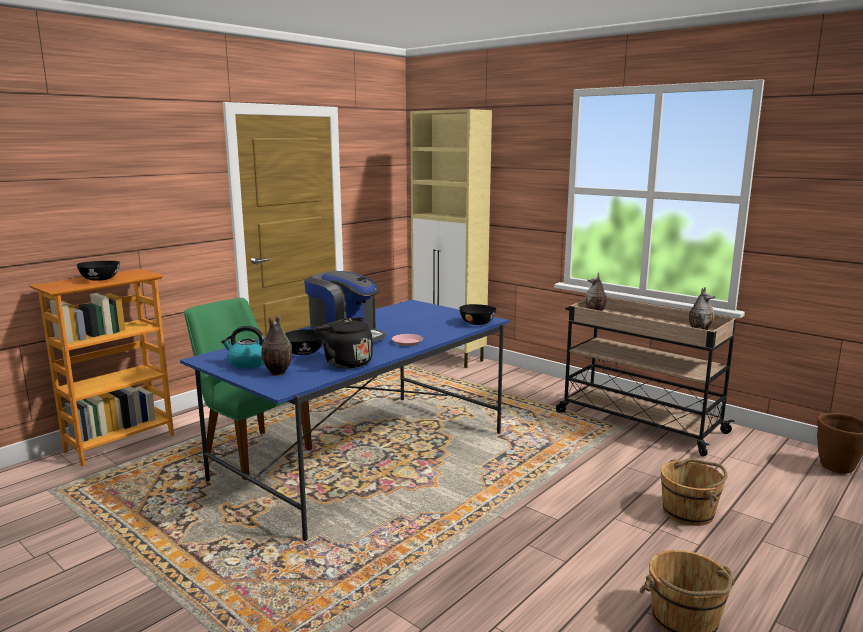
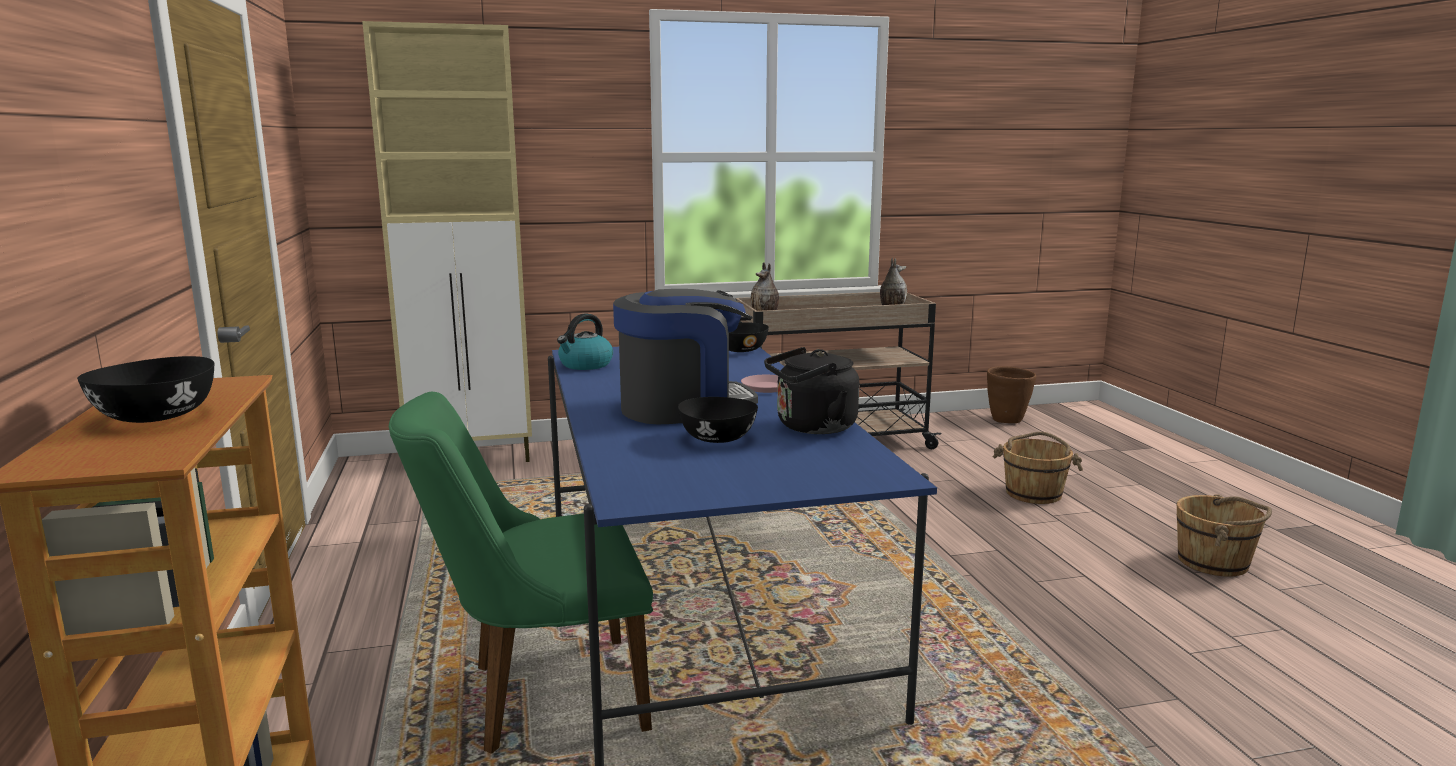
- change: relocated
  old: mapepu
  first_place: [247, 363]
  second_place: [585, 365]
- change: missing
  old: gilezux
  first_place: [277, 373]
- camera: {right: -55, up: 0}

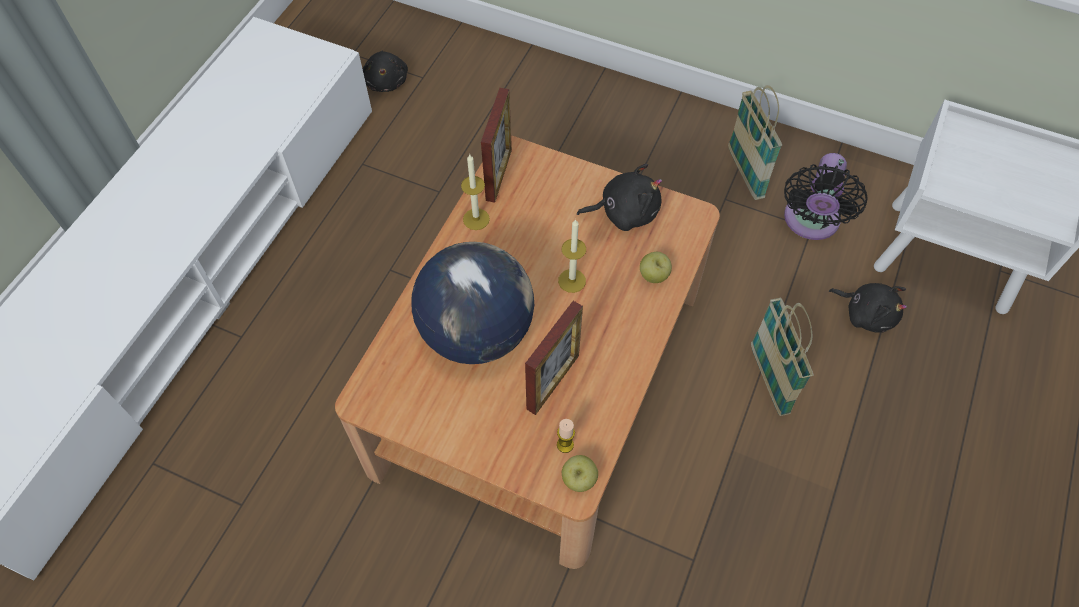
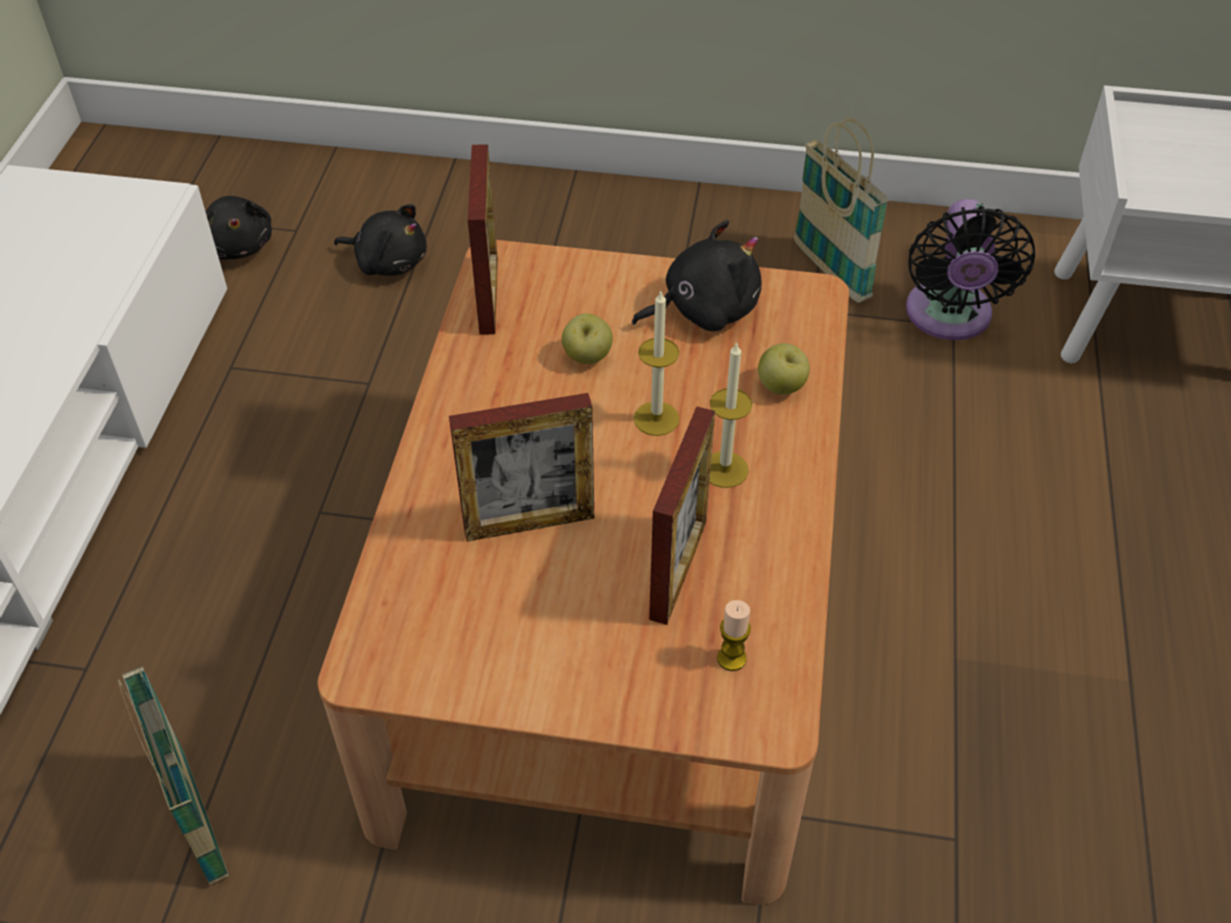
- change: exchanged
  old: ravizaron
  new: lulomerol
  first_place: [477, 332]
  second_place: [529, 523]
- change: relocated
  old: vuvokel
  first_place: [476, 219]
  second_place: [724, 469]
- change: relocated
  old: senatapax
  first_place: [579, 480]
  second_place: [587, 357]
- change: relocated
  old: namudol
  first_place: [769, 380]
  second_place: [198, 819]
- change: relocated
  old: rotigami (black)
  first_place: [866, 314]
  second_place: [388, 262]
- camera: {right: -15, up: -10}

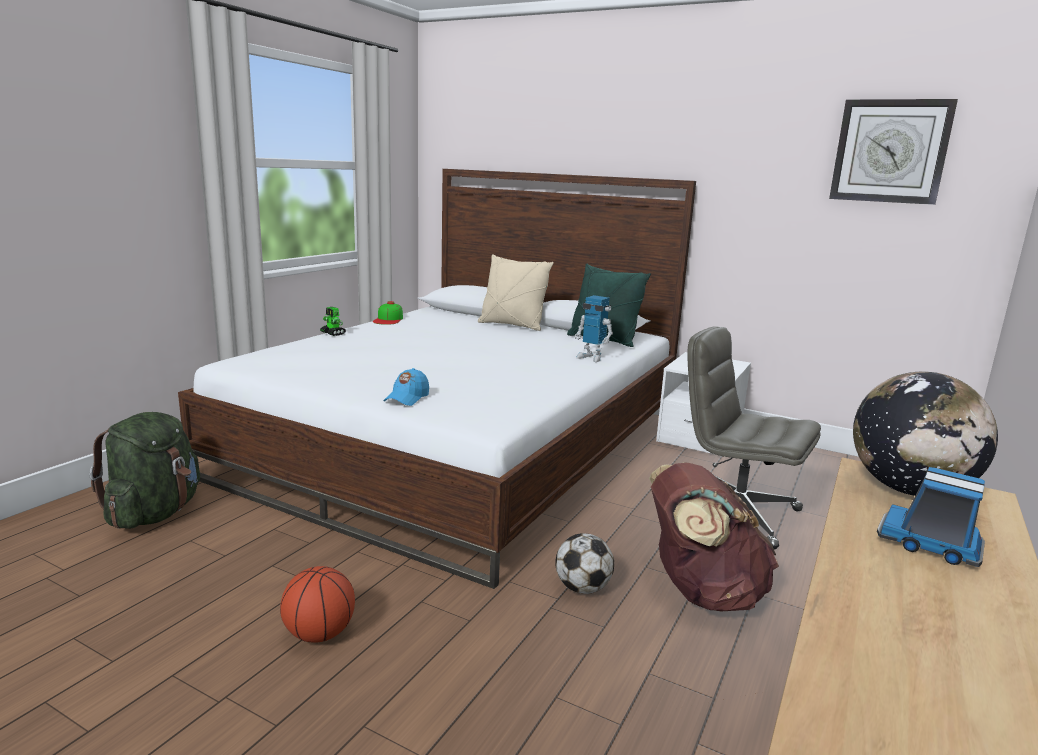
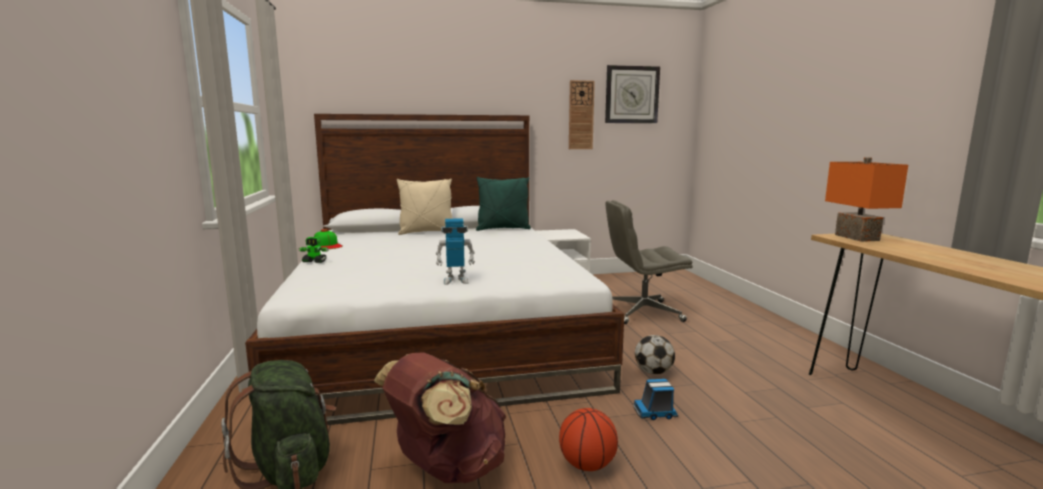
- change: missing
  old: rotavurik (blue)
  first_place: [407, 398]
- change: relocated
  old: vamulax
  first_place: [591, 357]
  second_place: [456, 280]
- change: relocated
  old: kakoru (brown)
  first_place: [701, 592]
  second_place: [447, 468]
- change: exchanged
  old: ravizaron
  new: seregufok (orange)
  first_place: [909, 490]
  second_place: [858, 237]
- change: relocated
  old: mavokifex
  first_place: [931, 544]
  second_place: [655, 412]
- change: appeared
  new: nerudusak
  second_place: [581, 115]
- camera: {right: -40, up: -5}

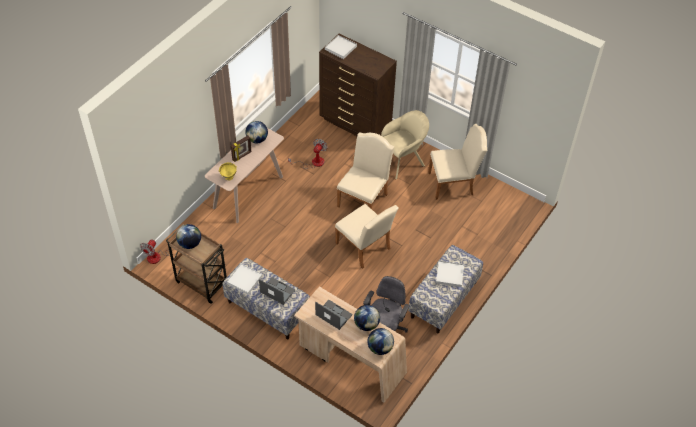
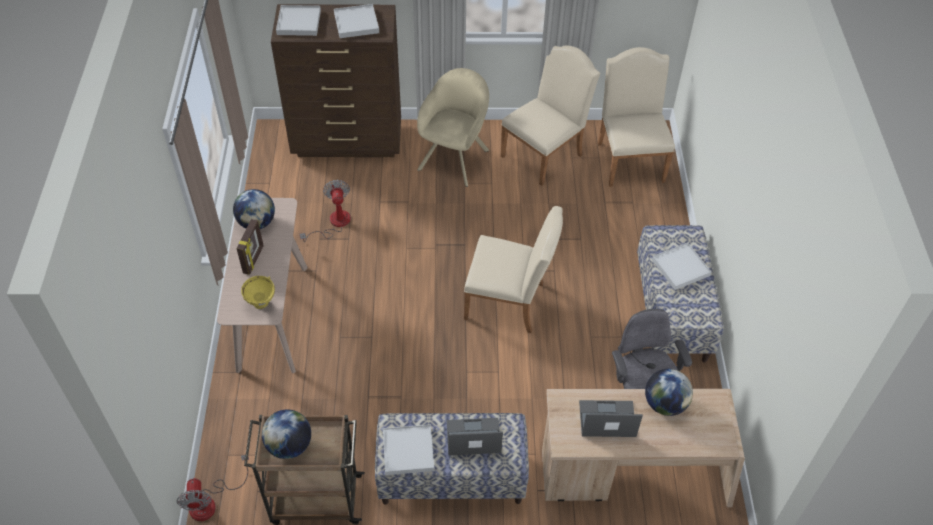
- change: relocated
  old: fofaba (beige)
  first_place: [364, 198]
  second_place: [629, 158]
- change: missing
  old: ravizaron
  first_place: [380, 348]
- change: appeared
  new: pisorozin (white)
  second_place: [356, 23]
- camera: {right: -35, up: 0}

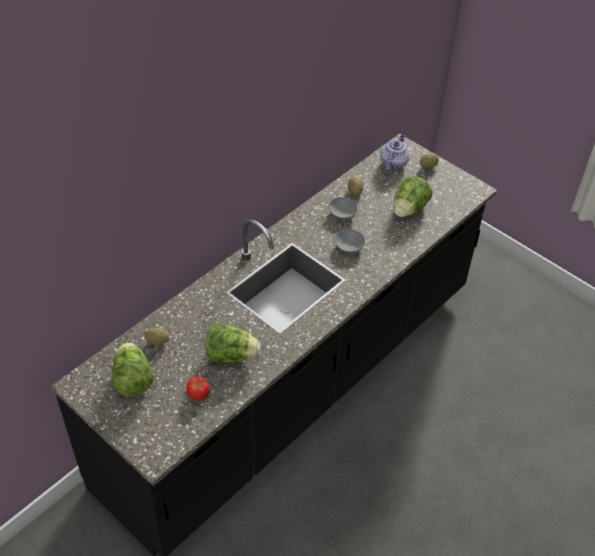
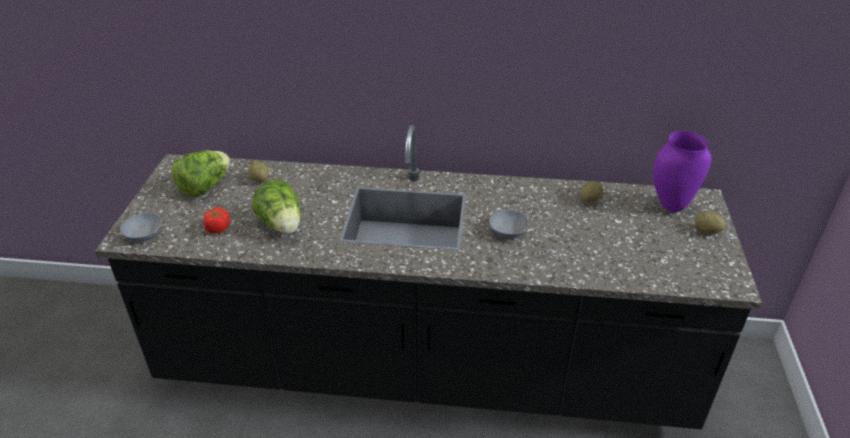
- change: relocated
  old: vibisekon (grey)
  first_place: [341, 214]
  second_place: [144, 234]
- change: exchanged
  old: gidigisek
  new: gilezux (purple)
  first_place: [393, 163]
  second_place: [670, 205]
- change: missing
  old: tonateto
  first_place: [409, 209]
- camera: {right: 55, up: -10}

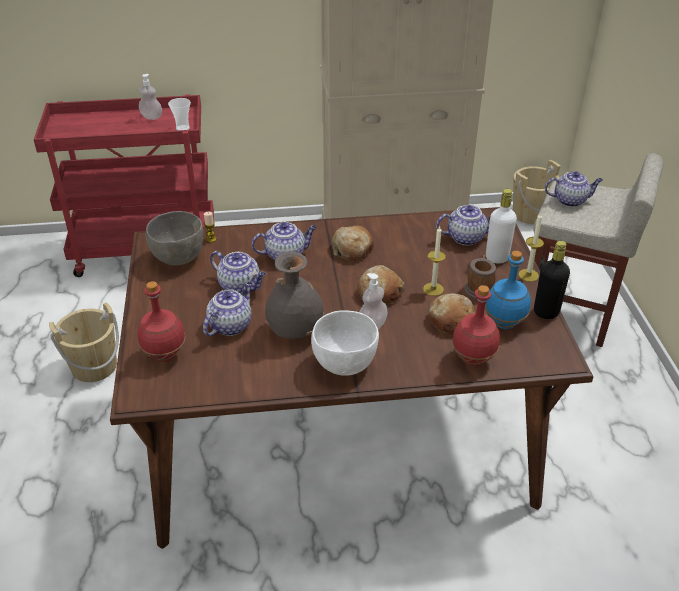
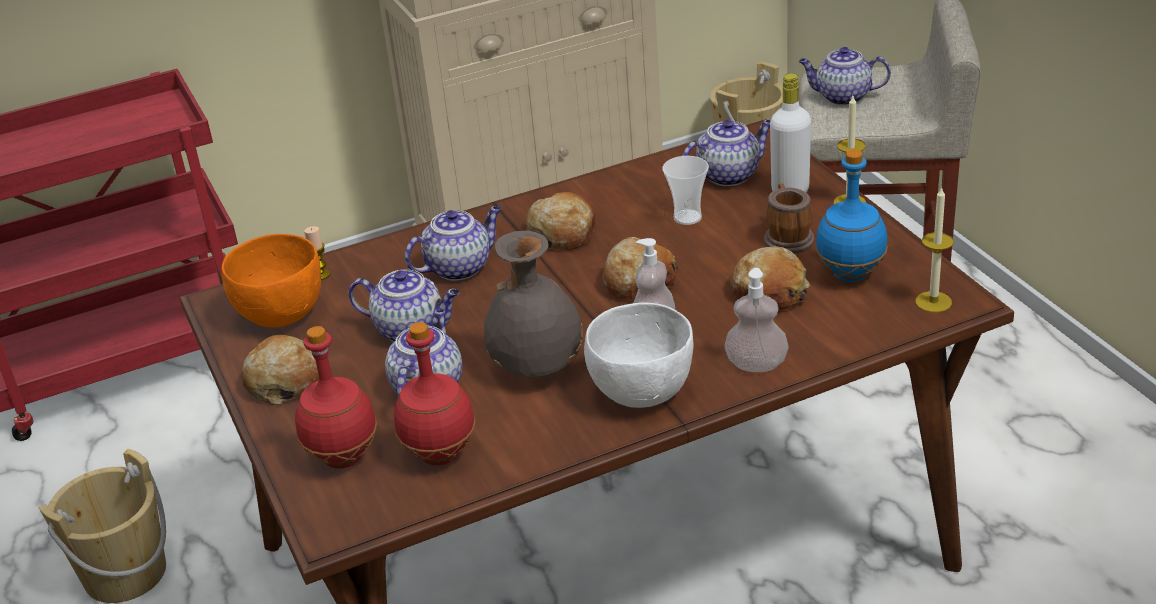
- change: relocated
  old: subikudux
  first_place: [151, 117]
  second_place: [756, 364]
- change: colour
  old: vibisekon (grey)
  new: vibisekon (orange)
  first_place: [178, 258]
  second_place: [281, 315]
- change: relocated
  old: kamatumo
  first_place: [182, 128]
  second_place: [687, 217]
- change: relocated
  old: vuvokel
  first_place: [433, 289]
  second_place: [933, 302]
- change: relocated
  old: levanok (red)
  first_place: [473, 358]
  second_place: [439, 454]
- change: missing
  old: levanok (black)
  first_place: [546, 312]
- change: spun
  old: gidigisek
  first_place: [570, 200]
  second_place: [842, 97]
  degrees: -150
- change: appeared
  new: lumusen
  second_place: [284, 381]
- camera: {right: -15, up: -5}

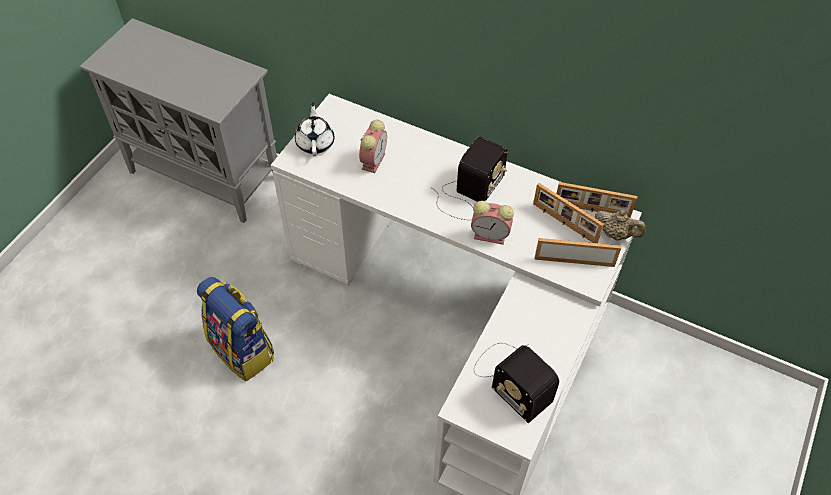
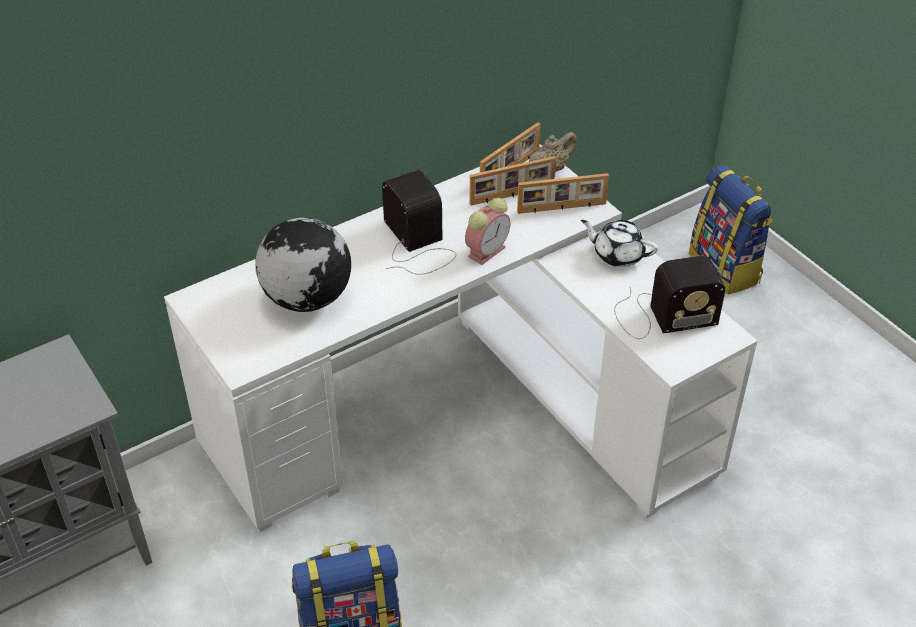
- change: relocated
  old: gidigisek (white)
  first_place: [315, 142]
  second_place: [617, 254]
- change: exchanged
  old: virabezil
  new: ravizaron
  first_place: [373, 160]
  second_place: [306, 298]
- change: spun
  old: lulomerol
  first_place: [574, 260]
  second_place: [562, 208]
  degrees: -135
- change: appeared
  new: kakoru
  second_place: [725, 268]
- camera: {right: -60, up: -10}

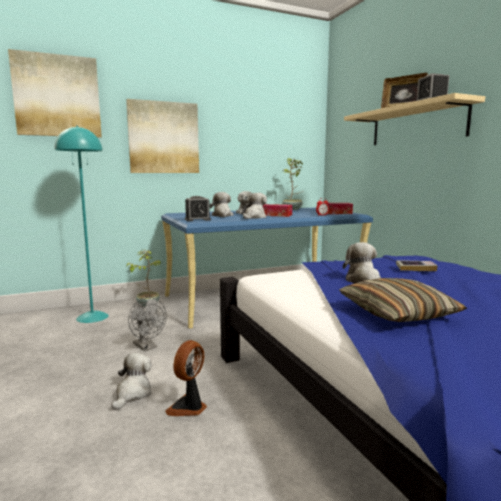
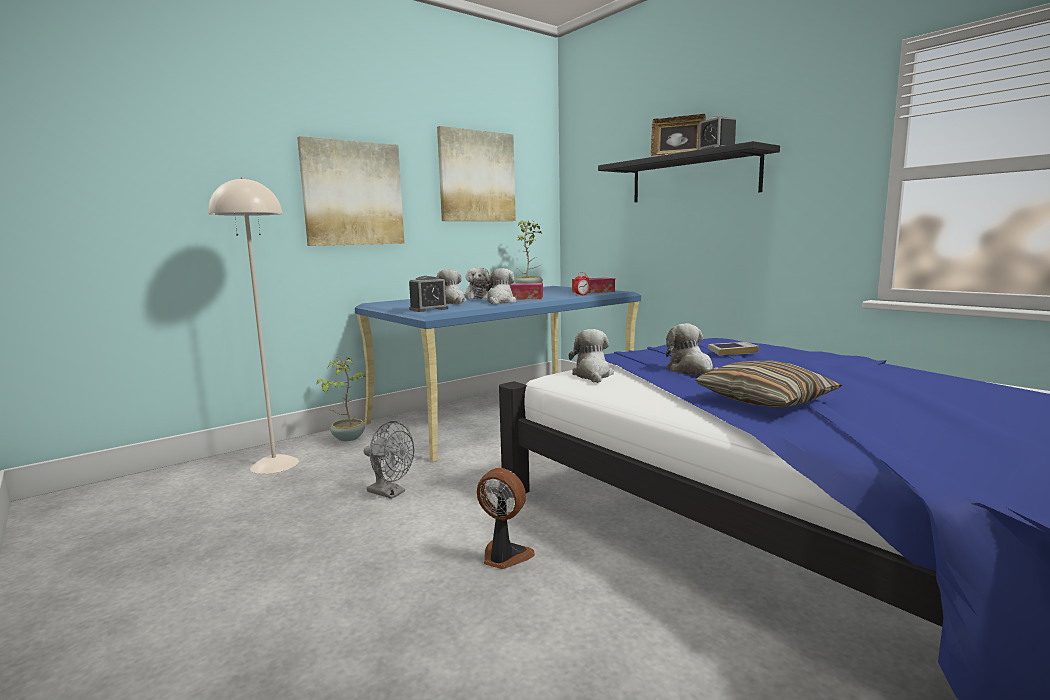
- change: relocated
  old: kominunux
  first_place: [57, 96]
  second_place: [477, 176]
- change: colour
  old: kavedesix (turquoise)
  new: kavedesix (beige)
  first_place: [92, 317]
  second_place: [275, 464]
- change: relocated
  old: rotigami
  first_place: [132, 394]
  second_place: [592, 375]
- change: spun
  old: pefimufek
  first_place: [188, 407]
  second_place: [504, 557]
  degrees: 105
- change: colour
  old: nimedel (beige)
  new: nimedel (black)
  first_place: [416, 125]
  second_place: [693, 178]
- camera: {right: -15, up: 0}

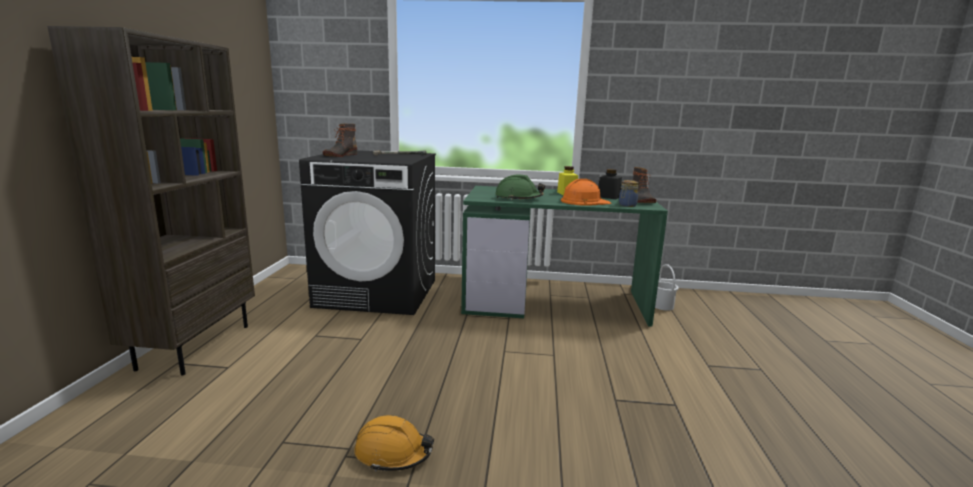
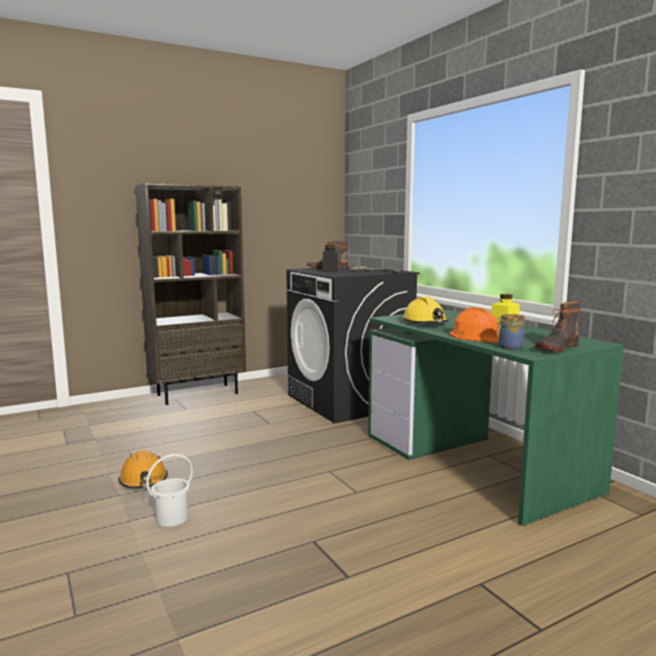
- change: colour
  old: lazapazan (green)
  new: lazapazan (yellow)
  first_place: [518, 198]
  second_place: [425, 323]
- change: relocated
  old: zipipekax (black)
  first_place: [608, 197]
  second_place: [329, 271]
- change: relocated
  old: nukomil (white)
  first_place: [662, 306]
  second_place: [171, 518]
- camera: {right: 55, up: -5}

